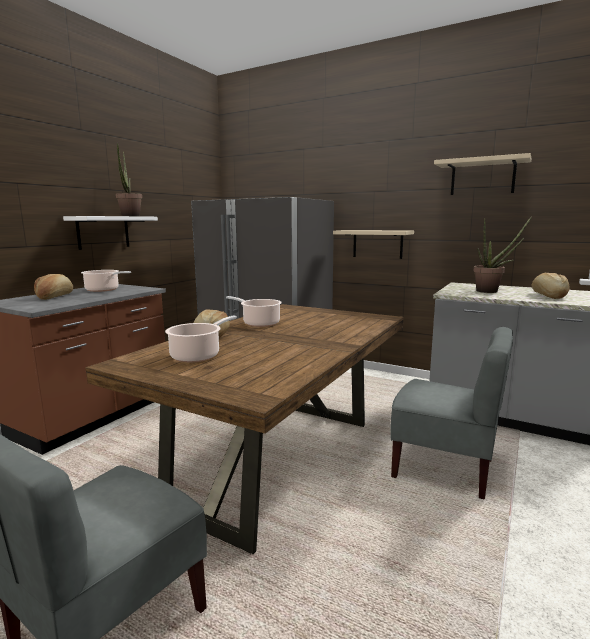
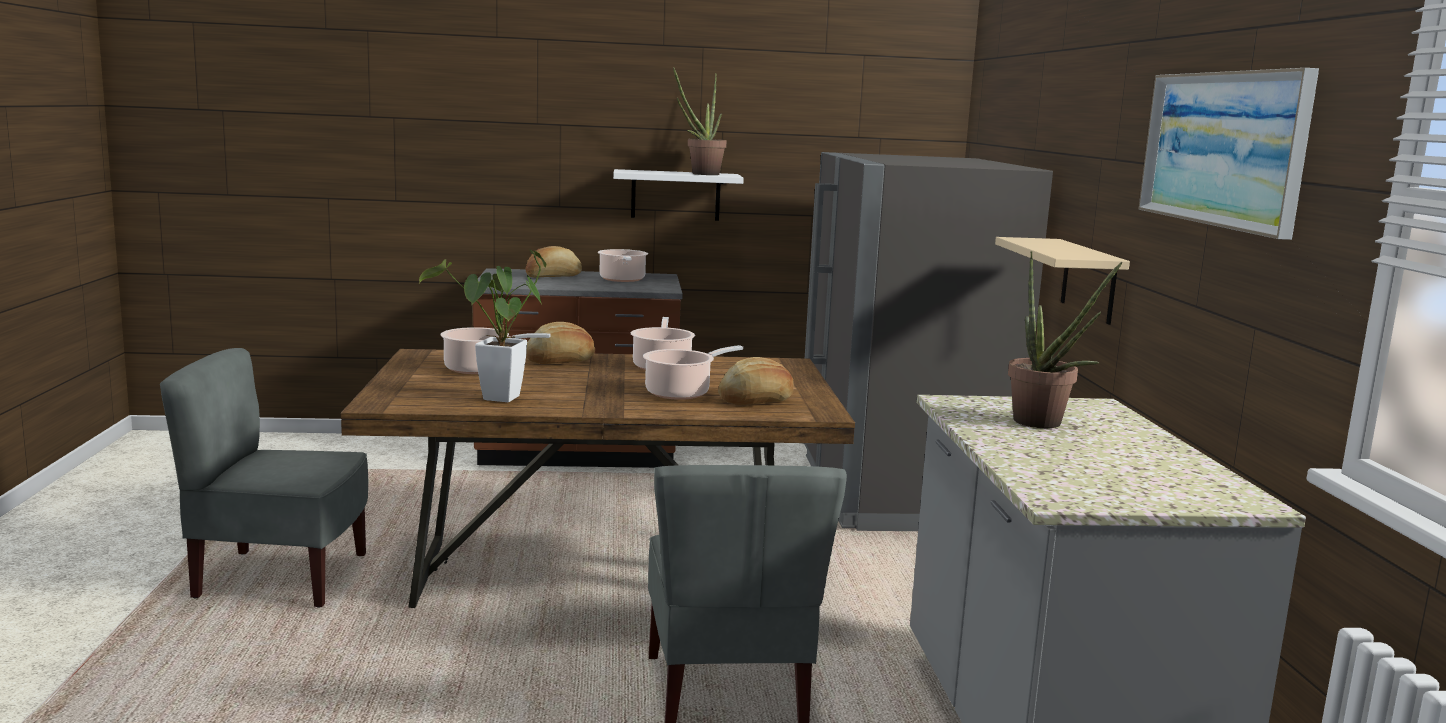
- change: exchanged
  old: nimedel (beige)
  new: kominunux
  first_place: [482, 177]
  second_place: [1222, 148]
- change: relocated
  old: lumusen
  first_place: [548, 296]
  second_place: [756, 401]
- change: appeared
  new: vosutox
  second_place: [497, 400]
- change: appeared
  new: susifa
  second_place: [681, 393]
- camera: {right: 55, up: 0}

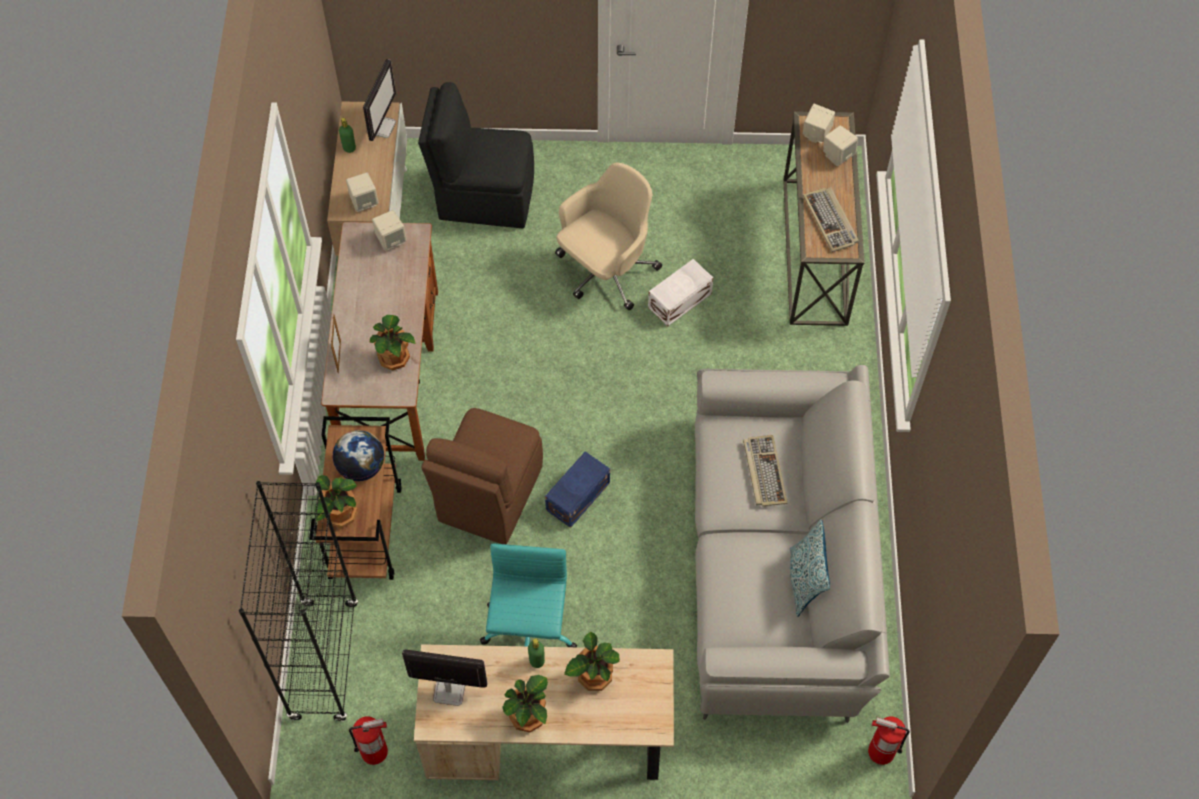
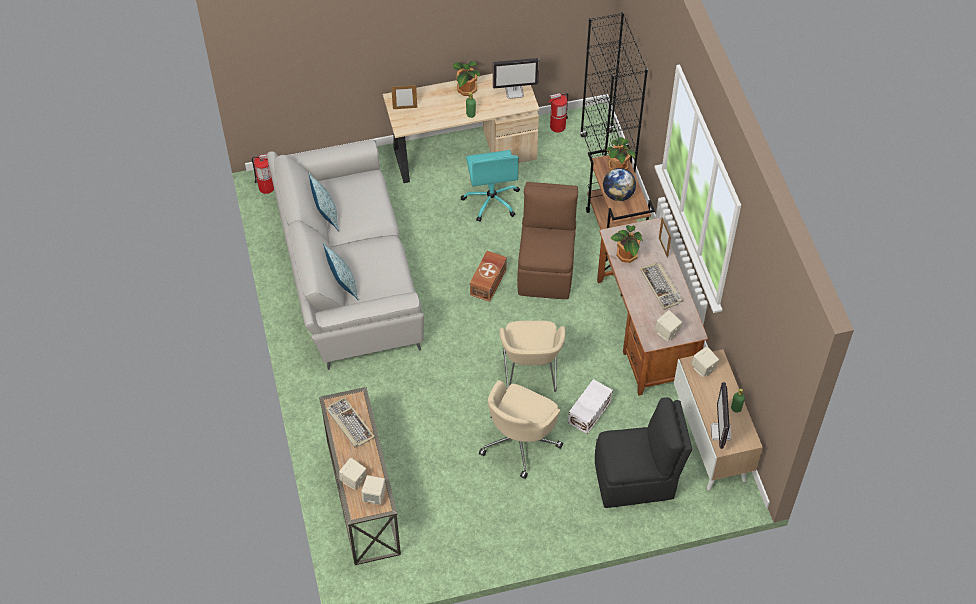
- change: colour
  old: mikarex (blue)
  new: mikarex (brown)
  first_place: [576, 496]
  second_place: [489, 282]
- change: missing
  old: vosutox
  first_place: [593, 675]
- change: relocated
  old: mikarex (white)
  first_place: [681, 300]
  second_place: [588, 412]
- change: relocated
  old: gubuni
  first_place: [763, 471]
  second_place: [661, 287]
- change: appeared
  new: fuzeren
  second_place: [343, 284]
- change: appeared
  new: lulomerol
  second_place: [405, 108]
- change: appeared
  new: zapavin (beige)
  second_place: [530, 374]
- camera: {right: 165, up: -5}

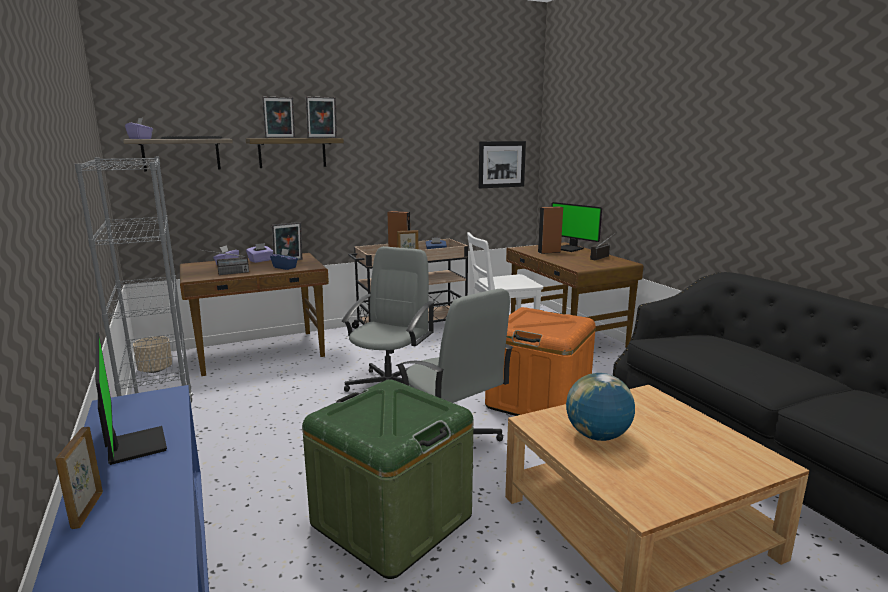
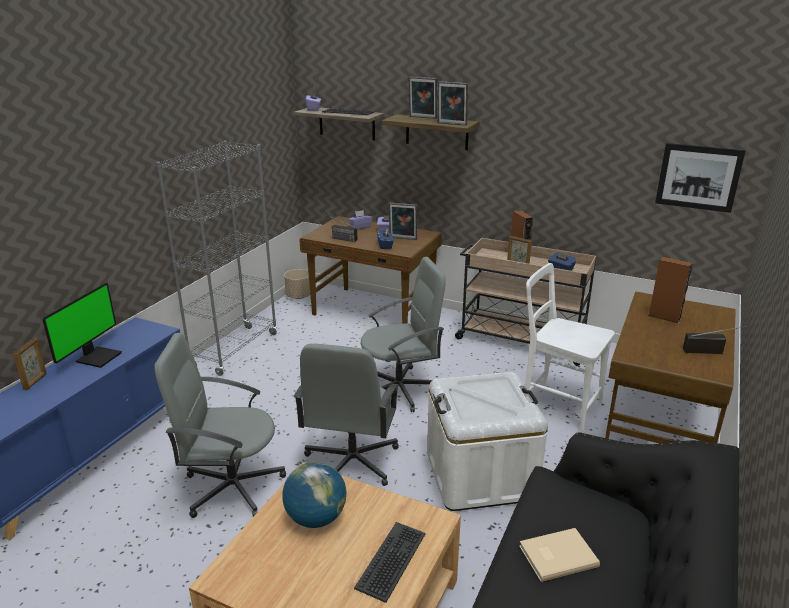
- change: spun
  old: lulomerol
  first_place: [86, 510]
  second_place: [35, 381]
  degrees: 150
- change: exchanged
  old: mikarex (green)
  new: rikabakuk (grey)
  first_place: [391, 520]
  second_place: [231, 486]
- change: colour
  old: mikarex (orange)
  new: mikarex (white)
  first_place: [538, 401]
  second_place: [480, 475]
- change: missing
  old: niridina
  first_place: [569, 249]
- change: appeared
  new: gubuni
  second_place: [392, 561]
- change: appeared
  new: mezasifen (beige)
  second_place: [556, 555]
- camera: {right: 50, up: 10}

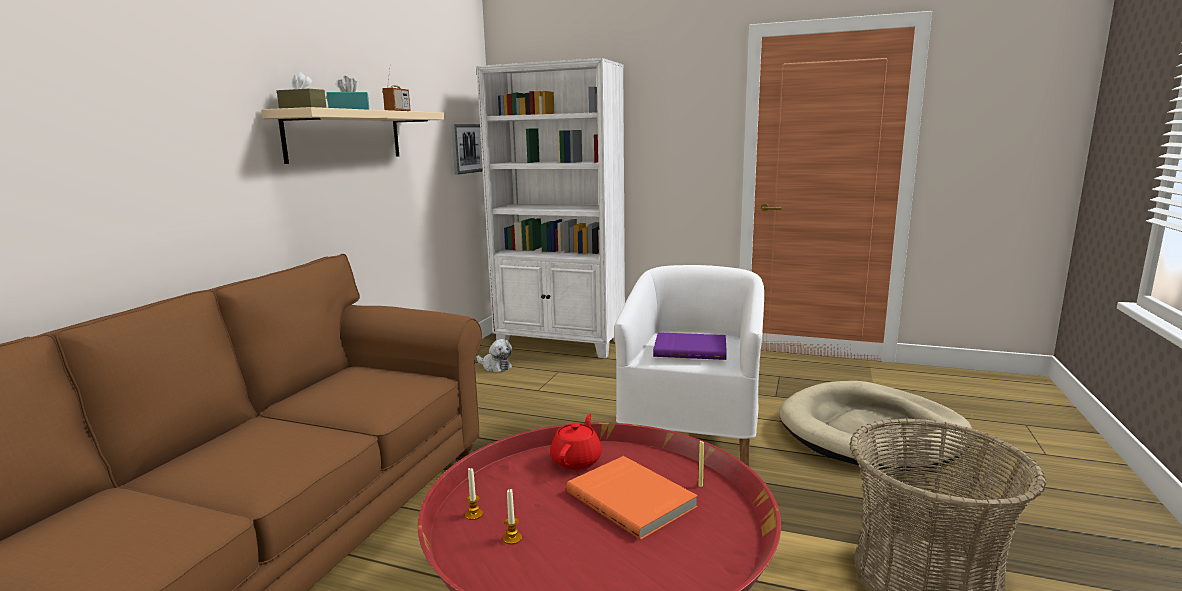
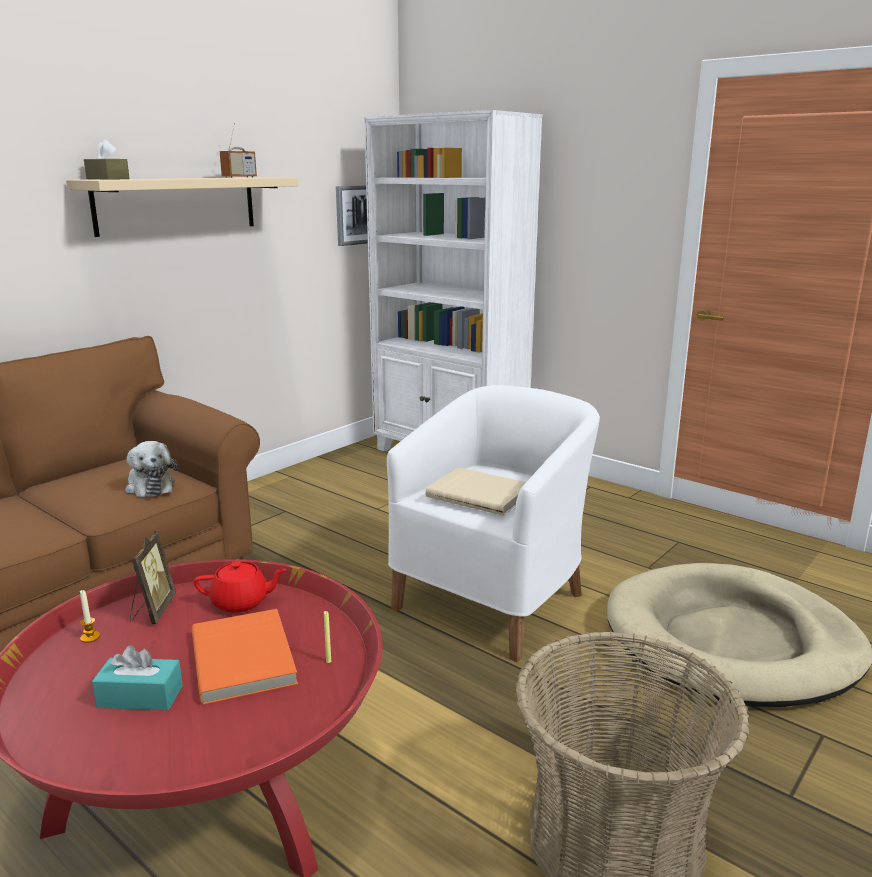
- change: relocated
  old: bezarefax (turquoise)
  first_place: [349, 109]
  second_place: [140, 696]
- change: relocated
  old: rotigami
  first_place: [495, 367]
  second_place: [150, 486]
- change: missing
  old: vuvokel
  first_place: [512, 538]
- change: spun
  old: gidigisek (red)
  first_place: [577, 460]
  second_place: [241, 602]
  degrees: 45
- change: colour
  old: mezasifen (purple)
  new: mezasifen (beige)
  first_place: [690, 349]
  second_place: [480, 494]
- change: appeared
  new: lulomerol
  second_place: [152, 611]
- camera: {right: 20, up: 5}

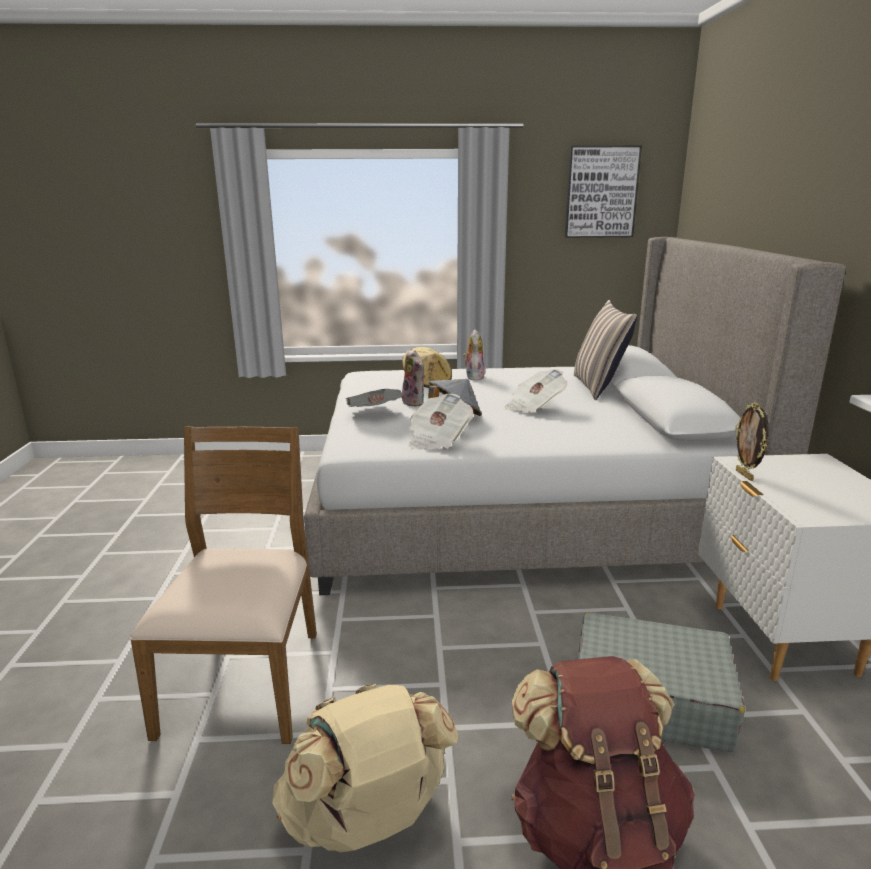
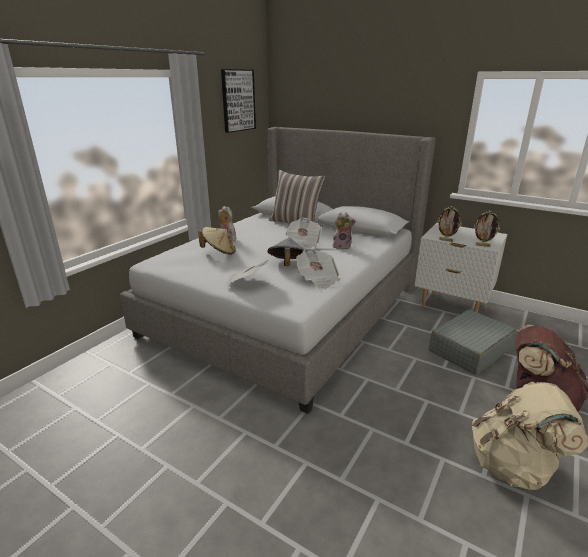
- change: missing
  old: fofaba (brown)
  first_place: [246, 680]
- change: relocated
  old: rotigami
  first_place: [415, 402]
  second_place: [342, 246]
- change: appeared
  new: lulomerol
  second_place: [482, 245]
- camera: {right: -55, up: 5}

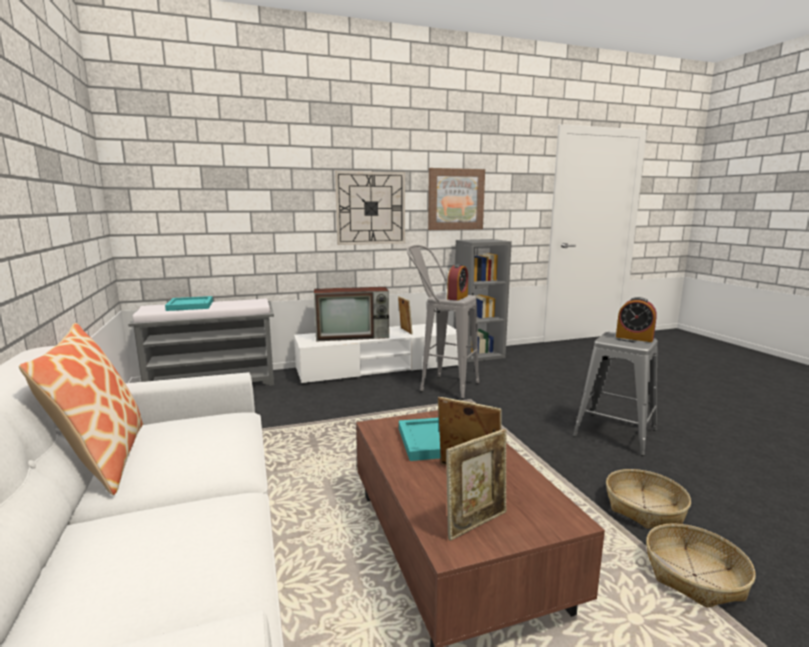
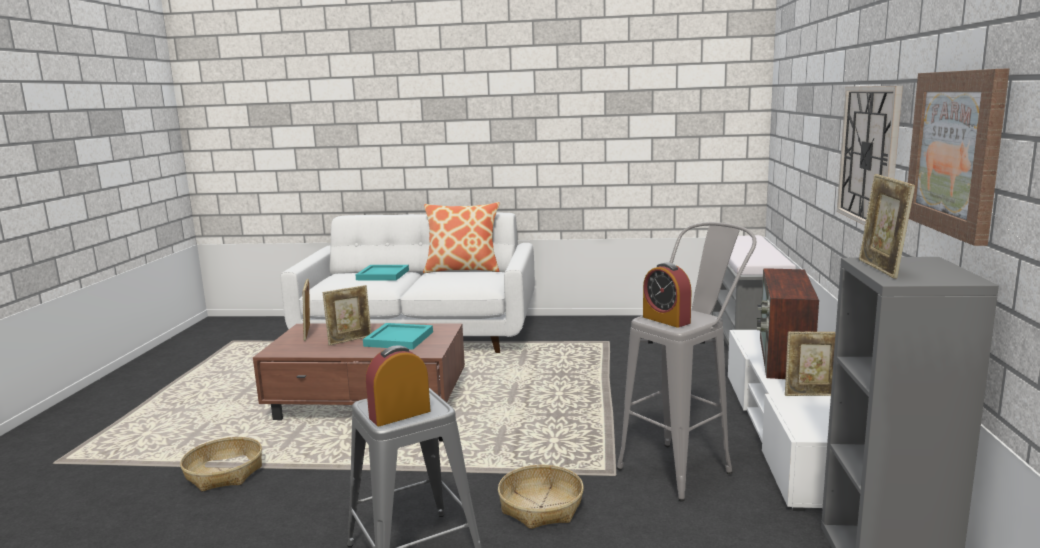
- change: relocated
  old: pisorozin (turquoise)
  first_place: [189, 306]
  second_place: [382, 275]
- change: relocated
  old: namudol
  first_place: [644, 508]
  second_place: [540, 506]
- change: appeared
  new: lulomerol
  second_place: [881, 269]
- camera: {right: 115, up: 0}

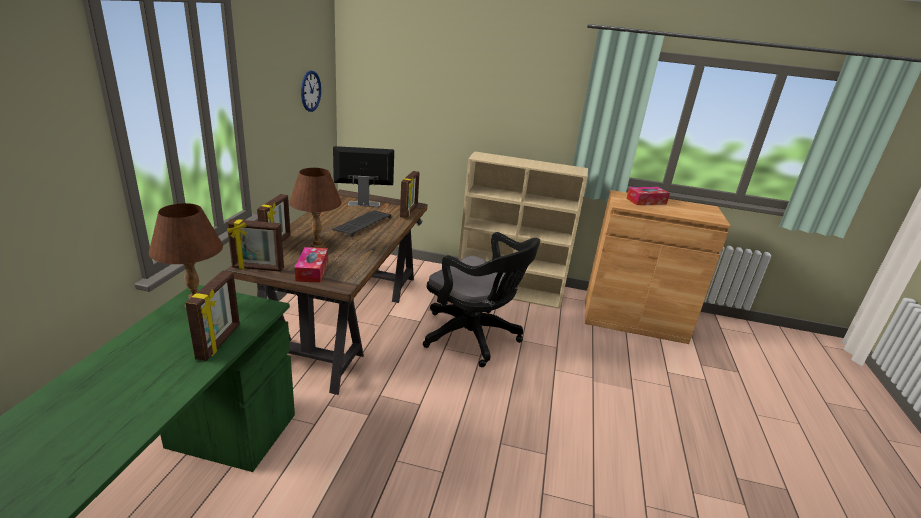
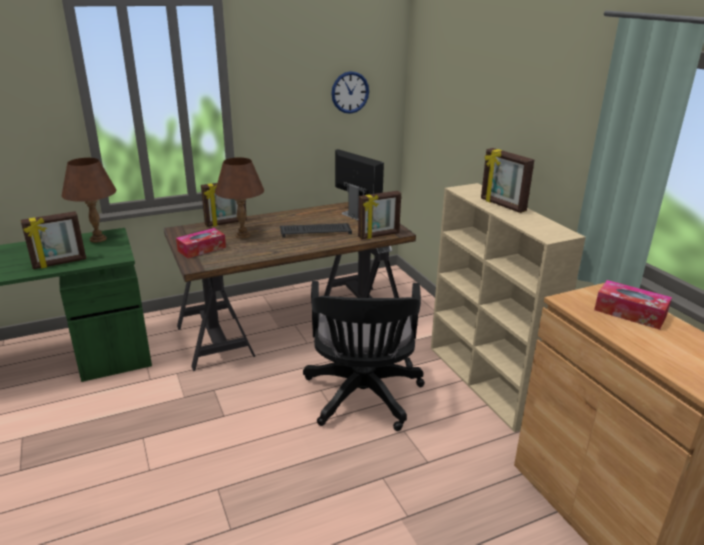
- change: relocated
  old: lulomerol
  first_place: [258, 268]
  second_place: [502, 205]
- camera: {right: 55, up: 0}

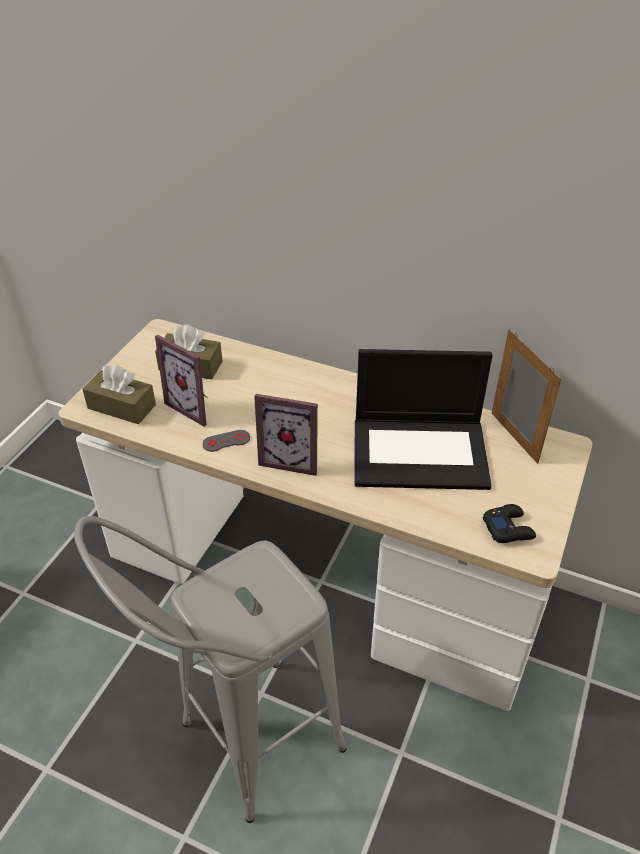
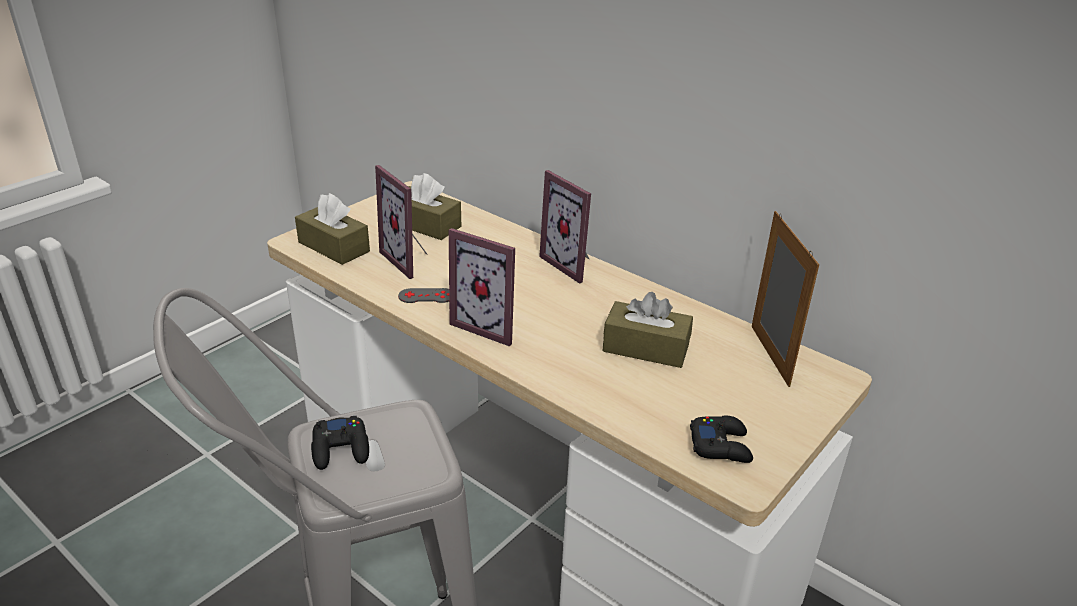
- change: exchanged
  old: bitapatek
  new: bezarefax (brown)
  first_place: [421, 452]
  second_place: [645, 348]
- change: appeared
  new: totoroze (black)
  second_place: [341, 448]
- change: appeared
  new: lulomerol
  second_place: [573, 264]
- camera: {right: 15, up: -10}

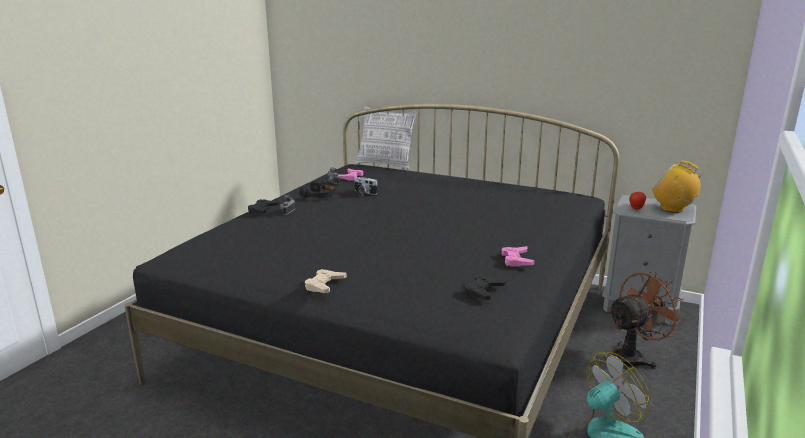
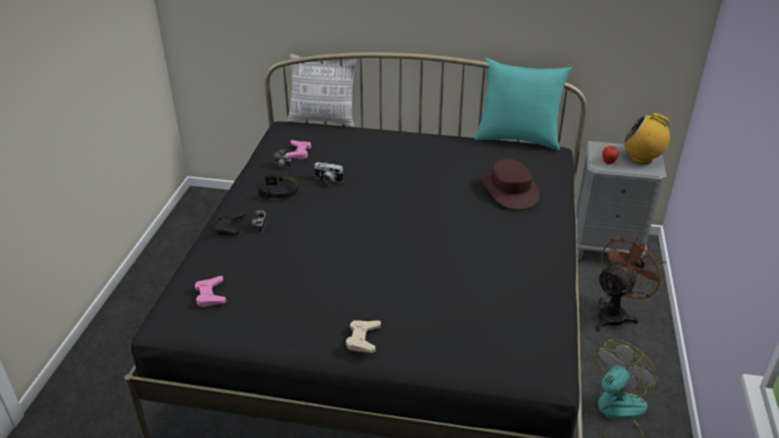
- change: missing
  old: totoroze (black)
  first_place: [483, 291]
- change: relocated
  old: totoroze (pink)
  first_place: [516, 260]
  second_place: [210, 295]
- change: appeared
  new: fuzeren (turquoise)
  second_place: [518, 138]
- change: appeared
  new: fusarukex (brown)
  second_place: [509, 190]
- camera: {right: -15, up: 15}

